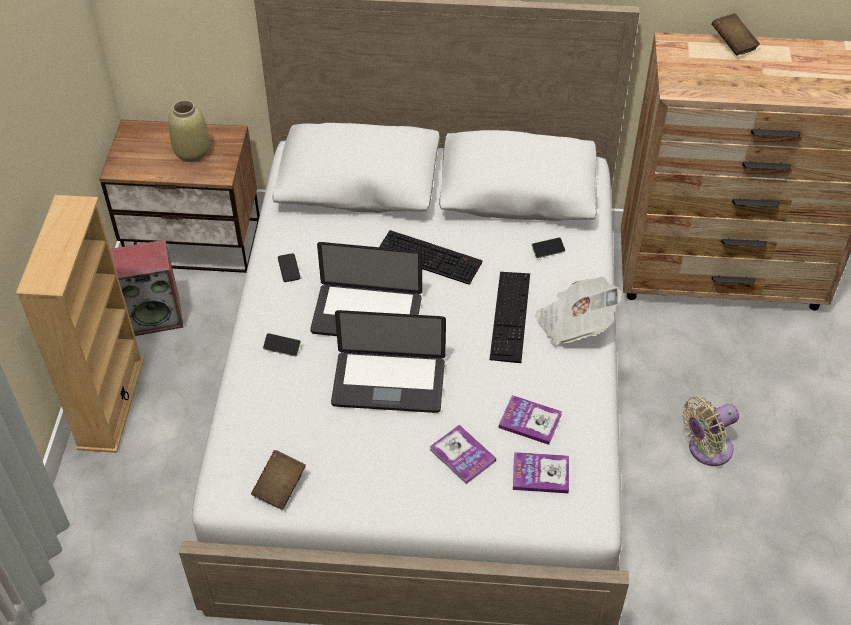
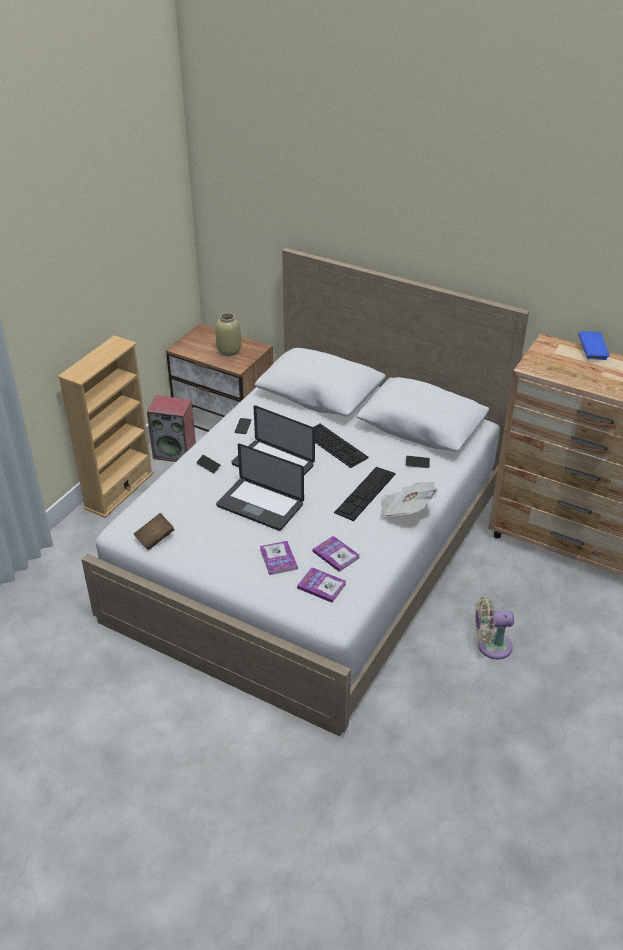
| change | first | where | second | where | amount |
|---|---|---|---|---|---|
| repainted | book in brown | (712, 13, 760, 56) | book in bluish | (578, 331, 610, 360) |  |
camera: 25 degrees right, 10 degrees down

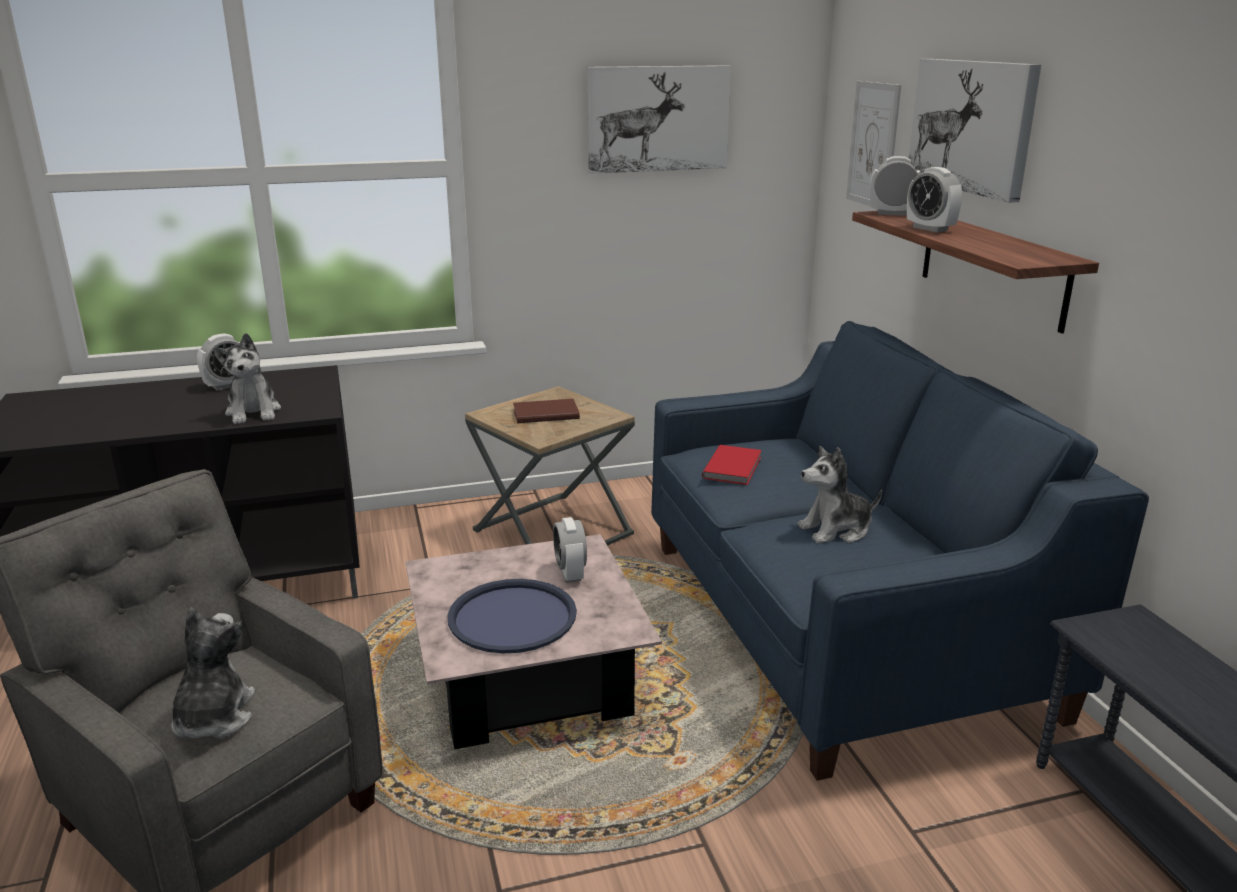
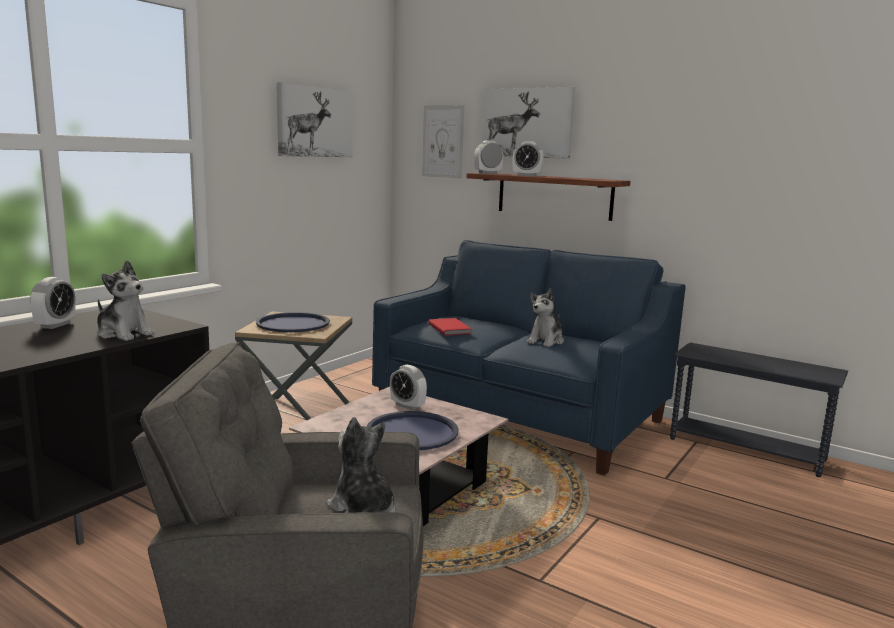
| change | first | where | second | where | amount |
|---|---|---|---|---|---|
| swapped | book in brown | (513, 399, 580, 423) | serving tray in bluish | (256, 312, 330, 332) |  |
camera: 40 degrees left, 10 degrees down

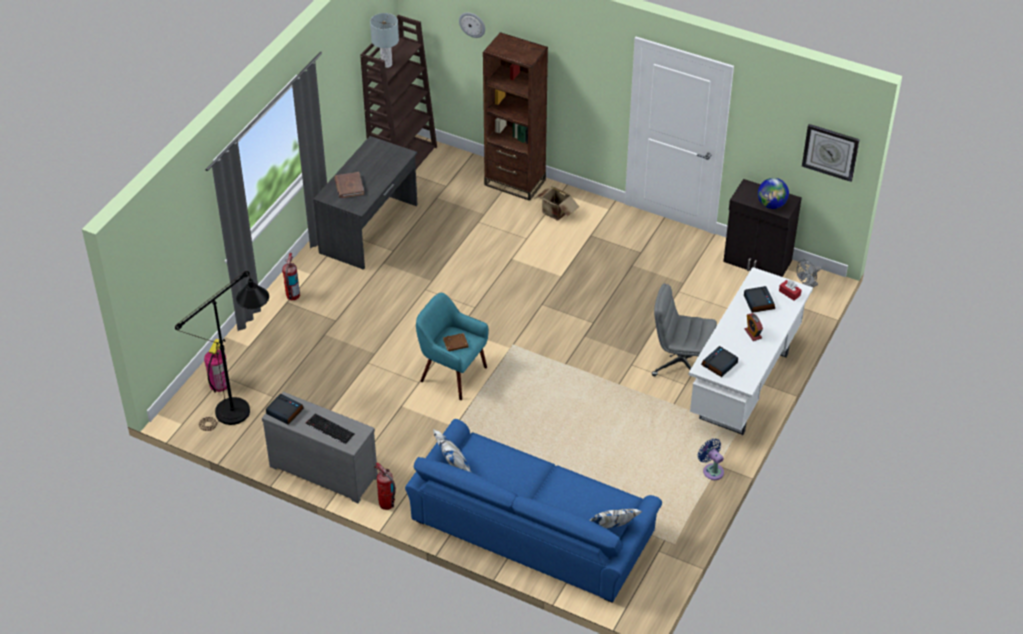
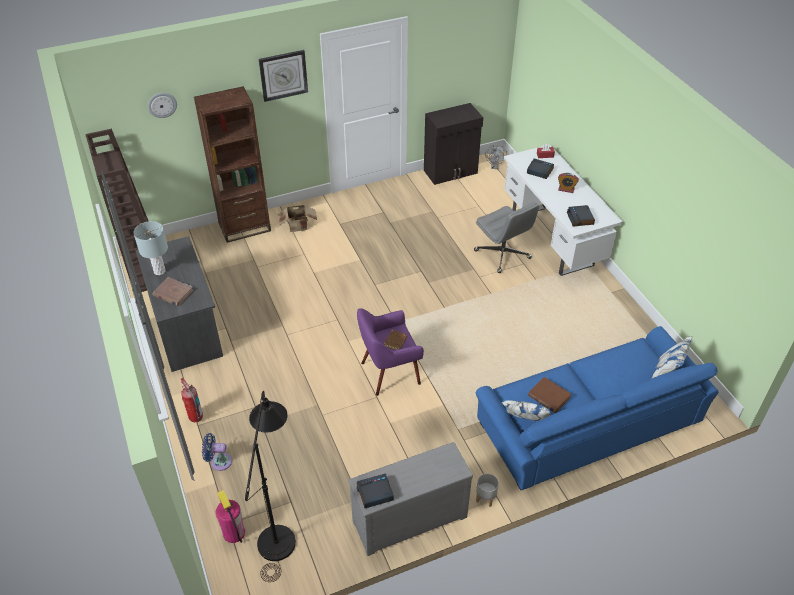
| change | first | where | second | where | amount |
|---|---|---|---|---|---|
| gone | keyboard | (306, 413, 355, 444) |  |  |  |
| gone | world globe | (758, 178, 789, 209) |  |  |  |
| new |  |  | book in brown | (528, 377, 571, 413) |  |
| shifted | lamp for a table in greyish | (370, 13, 399, 68) |  | (134, 221, 168, 275) |  |
| shifted | fan in bluish | (698, 438, 724, 480) |  | (202, 433, 232, 471) |  |
| shifted | clock on the wall | (802, 124, 860, 182) |  | (259, 50, 308, 102) |  |
| swapped | extinguisher | (375, 462, 396, 510) | plant pot in greyish | (476, 474, 499, 507) |  |
| repainted | easy chair in turquoise | (416, 293, 489, 400) | easy chair in purple | (357, 308, 424, 396) |  |
| rotated | desk chair in greyish | (652, 283, 717, 376) |  | (474, 202, 539, 273) | 90 degrees counterclockwise |
camera: 50 degrees left, 0 degrees up

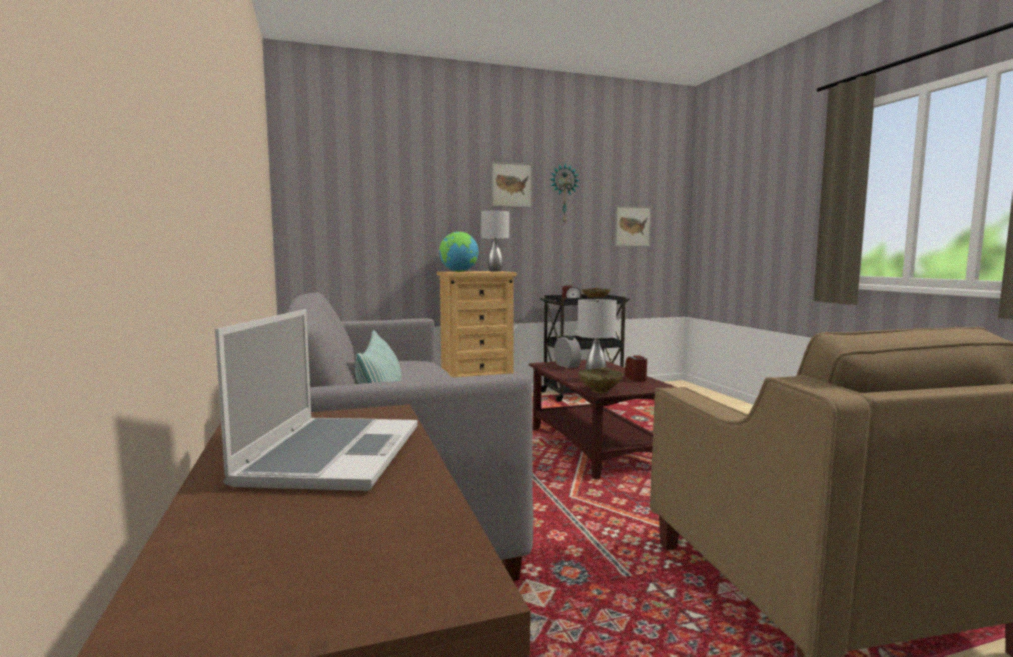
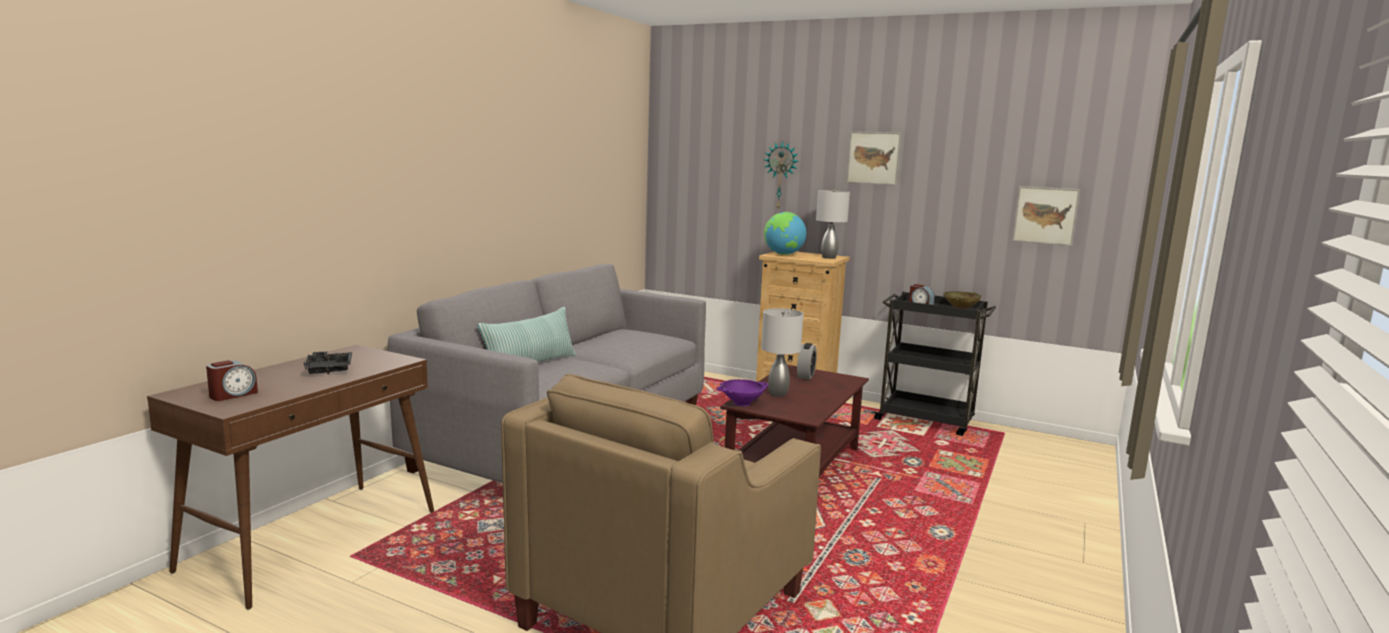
| change | first | where | second | where | amount |
|---|---|---|---|---|---|
| shifted | clock on the wall | (550, 163, 580, 223) |  | (764, 141, 799, 209) |  |
| shifted | table clock | (625, 355, 647, 382) |  | (206, 360, 258, 401) |  |
| swapped | notebook computer | (215, 309, 418, 491) | serving tray in black | (303, 351, 352, 374) |  |
| repainted | serving bowl in beige-coloured | (578, 368, 624, 393) | serving bowl in purple | (716, 379, 768, 406) |  |
camera: 45 degrees right, 5 degrees up

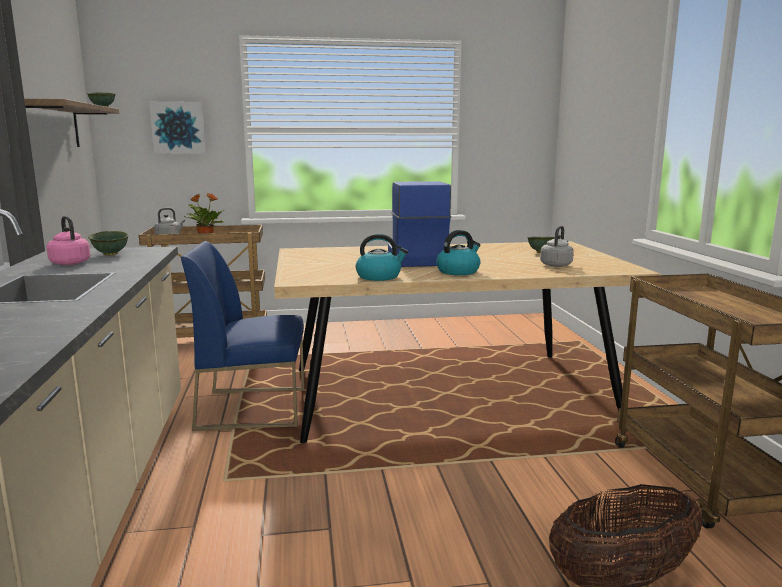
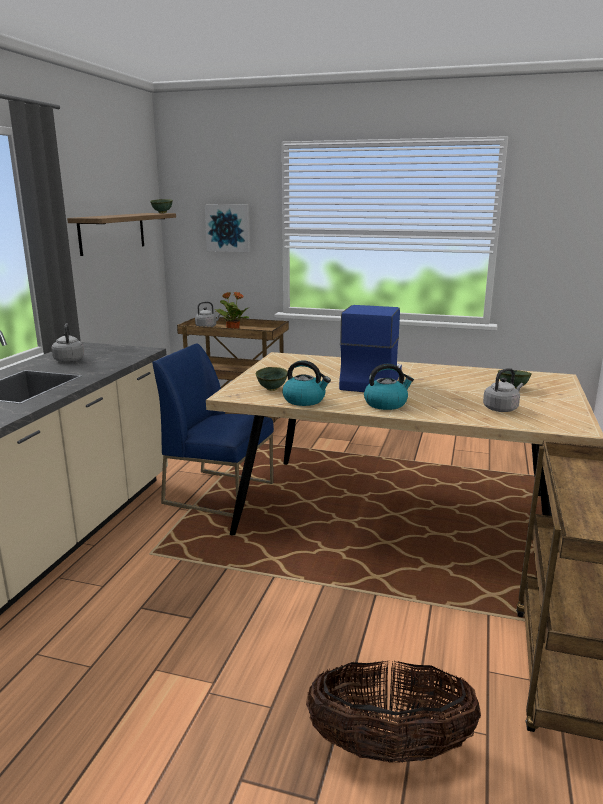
| change | first | where | second | where | amount |
|---|---|---|---|---|---|
| shifted | serving bowl in greenish | (88, 231, 129, 256) |  | (256, 367, 287, 391) |  |
| repainted | water kettle in pink-coloured | (46, 216, 90, 265) | water kettle in greyish | (52, 323, 84, 362) |  |
camera: 25 degrees right, 5 degrees up

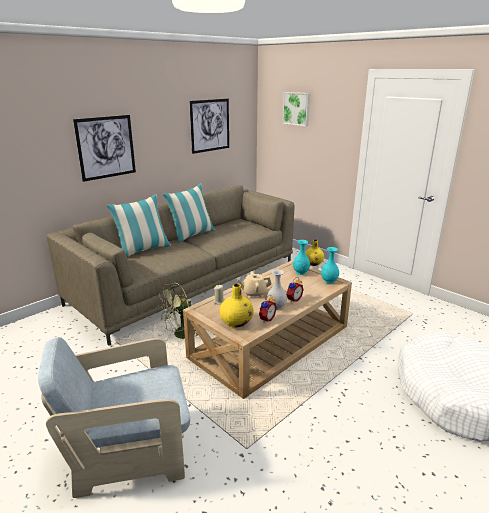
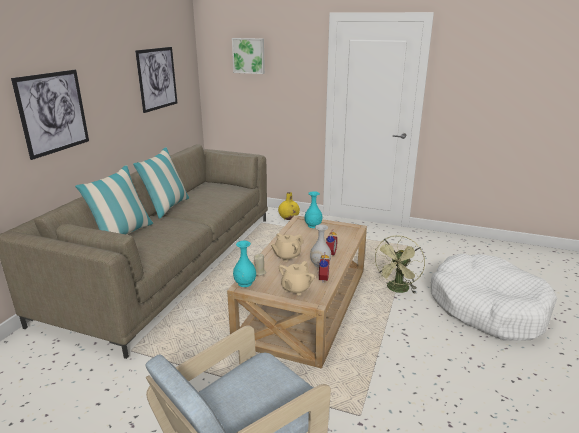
| change | first | where | second | where | amount |
|---|---|---|---|---|---|
| shifted | fan in greenish | (158, 283, 199, 339) |  | (374, 235, 425, 294) |  |
| shifted | decorative vase in turquoise | (321, 247, 339, 284) |  | (233, 241, 256, 287) |  |
| swapped | decorative vase in yellowish | (220, 284, 254, 327) | teapot in beige-coloured | (279, 261, 315, 295) |  |
camera: 25 degrees left, 0 degrees up

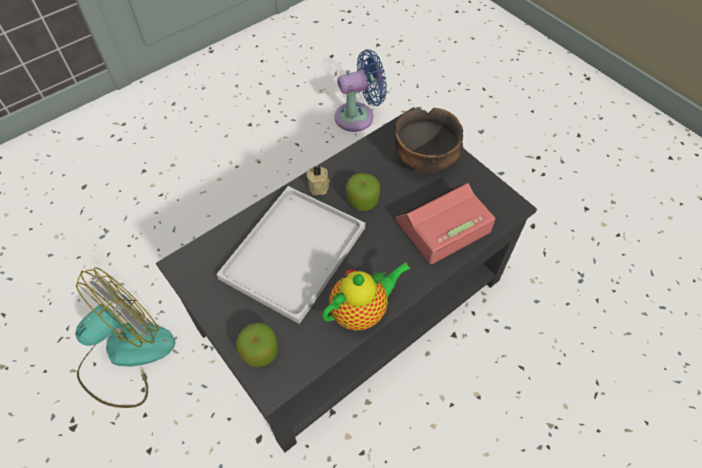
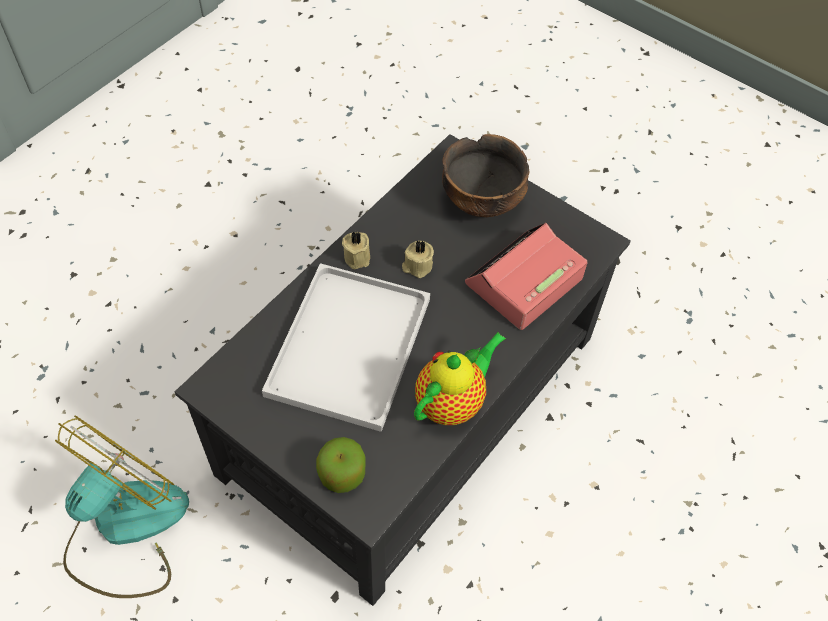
| change | first | where | second | where | amount |
|---|---|---|---|---|---|
| gone | fan in bluish | (335, 49, 387, 132) |  |  |  |
| swapped | apple fruit | (346, 173, 380, 211) | candle in beige-coloured | (402, 241, 434, 278) |  |
camera: 15 degrees left, 0 degrees up

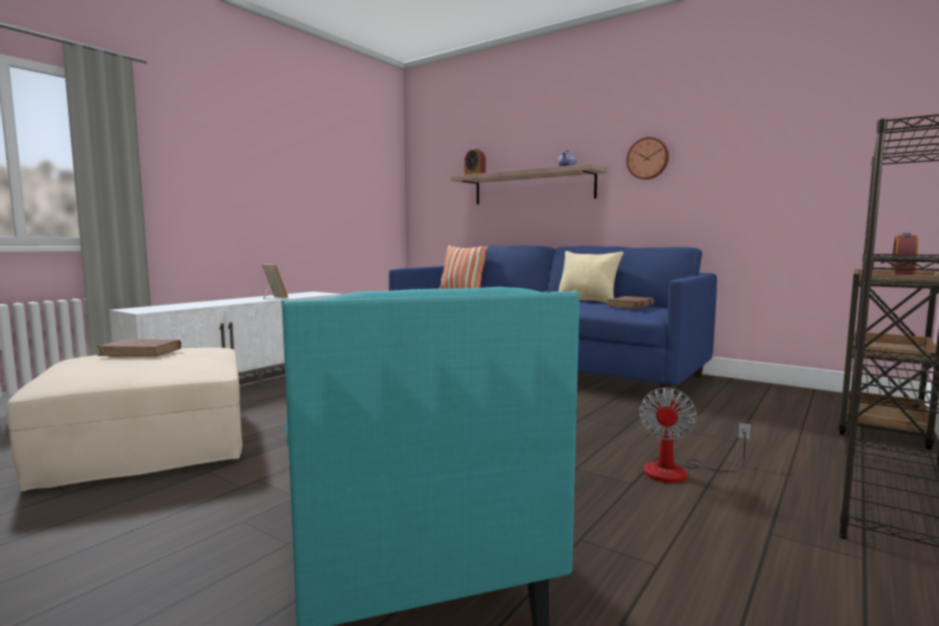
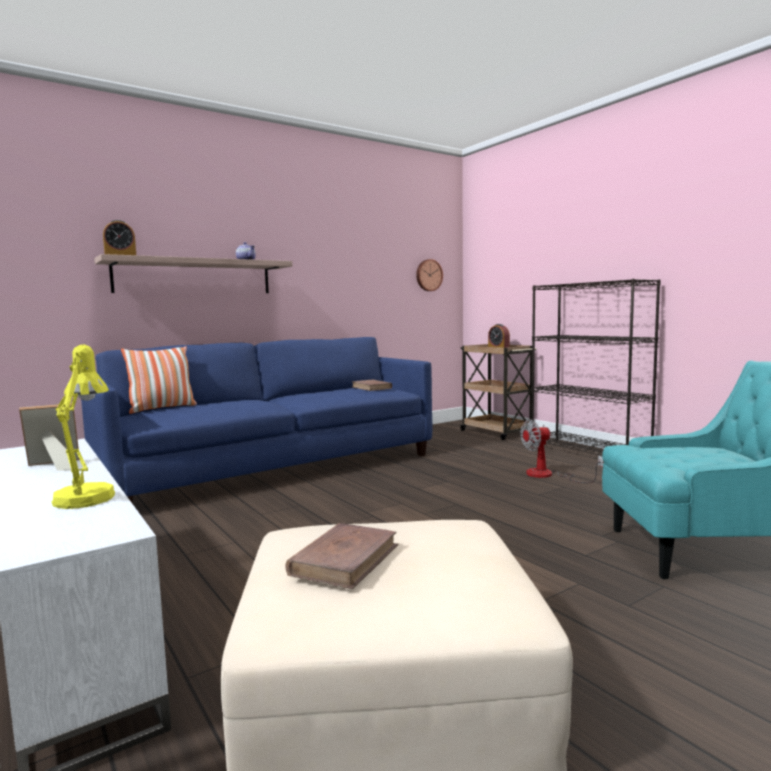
| change | first | where | second | where | amount |
|---|---|---|---|---|---|
| gone | pillow in beige-coloured | (559, 251, 624, 303) |  |  |  |
| new |  |  | lamp for a table in yellowish | (51, 344, 115, 509) |  |
| shifted | clock on the wall | (626, 137, 669, 180) |  | (416, 259, 443, 291) |  |
| rotated | fan | (639, 387, 751, 483) |  | (520, 419, 603, 483) | 120 degrees clockwise |
camera: 70 degrees left, 0 degrees up

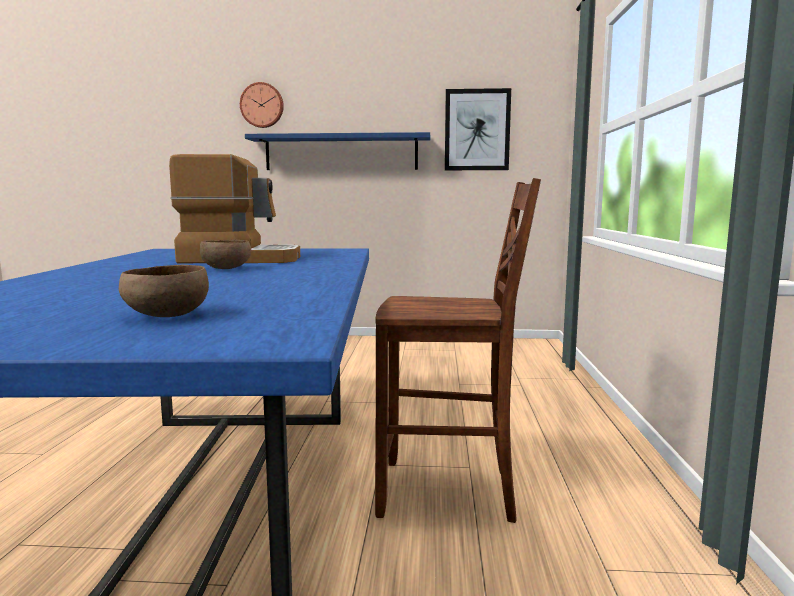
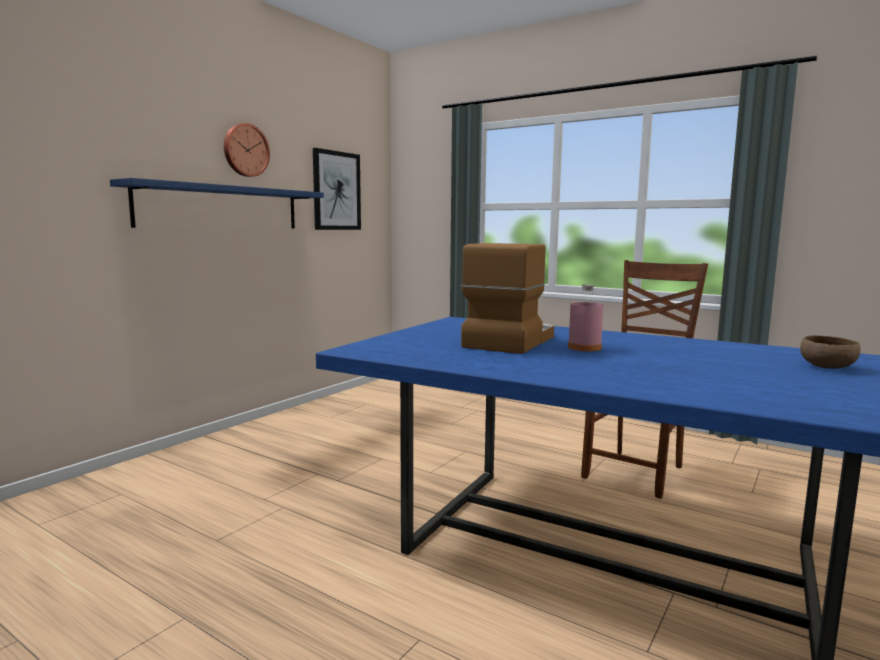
| change | first | where | second | where | amount |
|---|---|---|---|---|---|
| shifted | clock on the wall | (240, 82, 284, 128) |  | (224, 123, 270, 177) |  |
| swapped | serving bowl in brown | (200, 240, 251, 269) | beverage bottle in pink-coloured | (568, 285, 603, 351) |  |
camera: 60 degrees left, 0 degrees up

